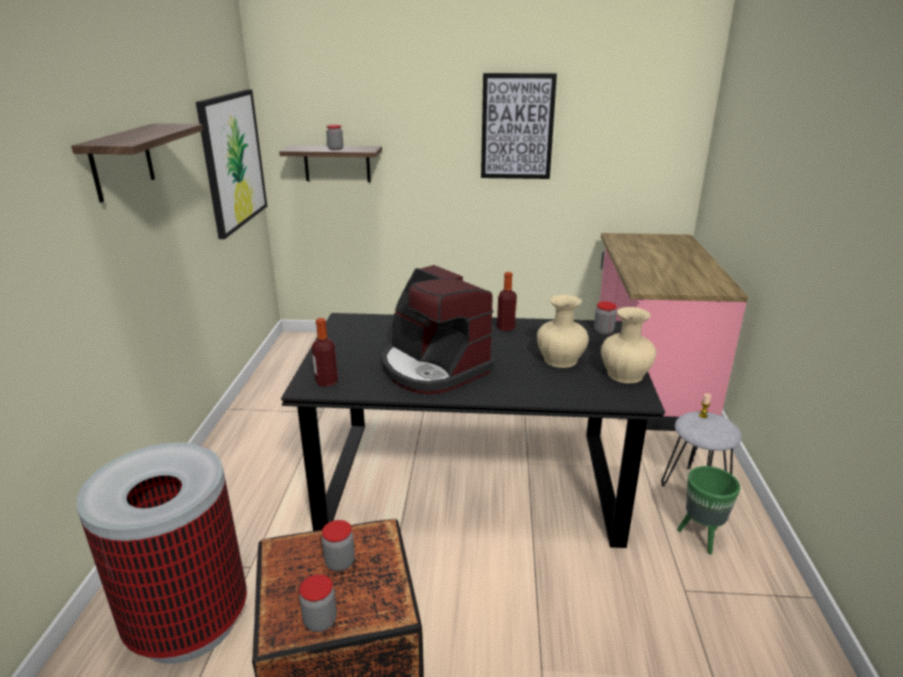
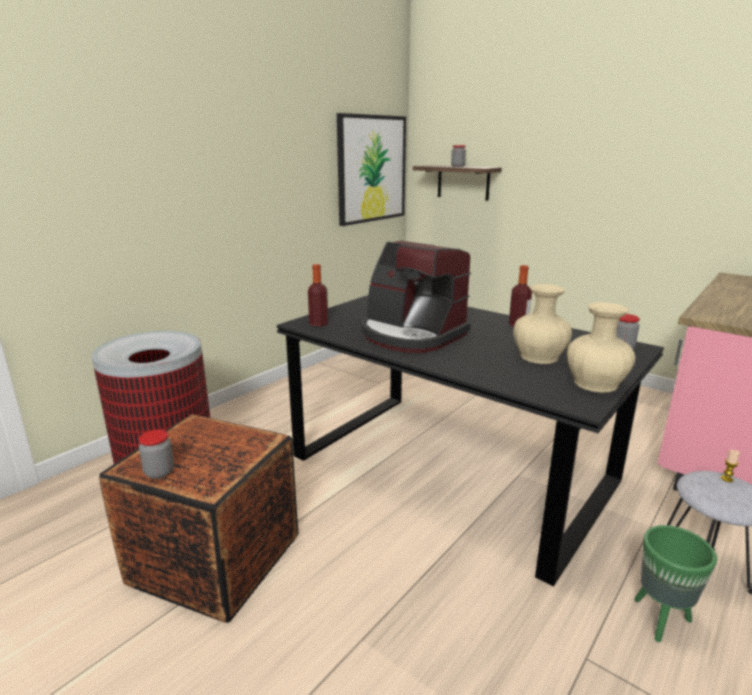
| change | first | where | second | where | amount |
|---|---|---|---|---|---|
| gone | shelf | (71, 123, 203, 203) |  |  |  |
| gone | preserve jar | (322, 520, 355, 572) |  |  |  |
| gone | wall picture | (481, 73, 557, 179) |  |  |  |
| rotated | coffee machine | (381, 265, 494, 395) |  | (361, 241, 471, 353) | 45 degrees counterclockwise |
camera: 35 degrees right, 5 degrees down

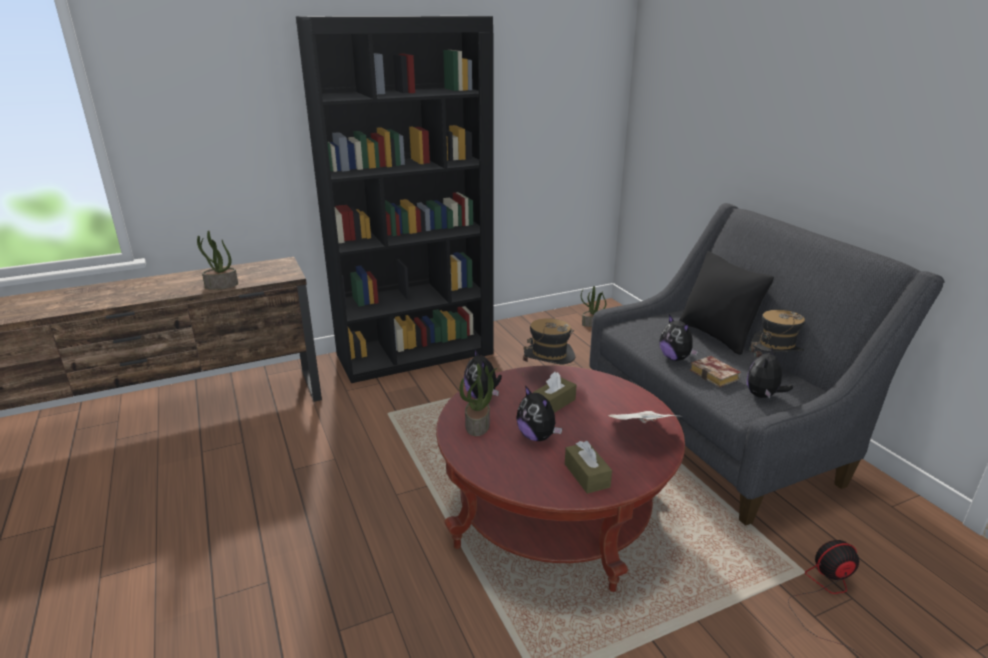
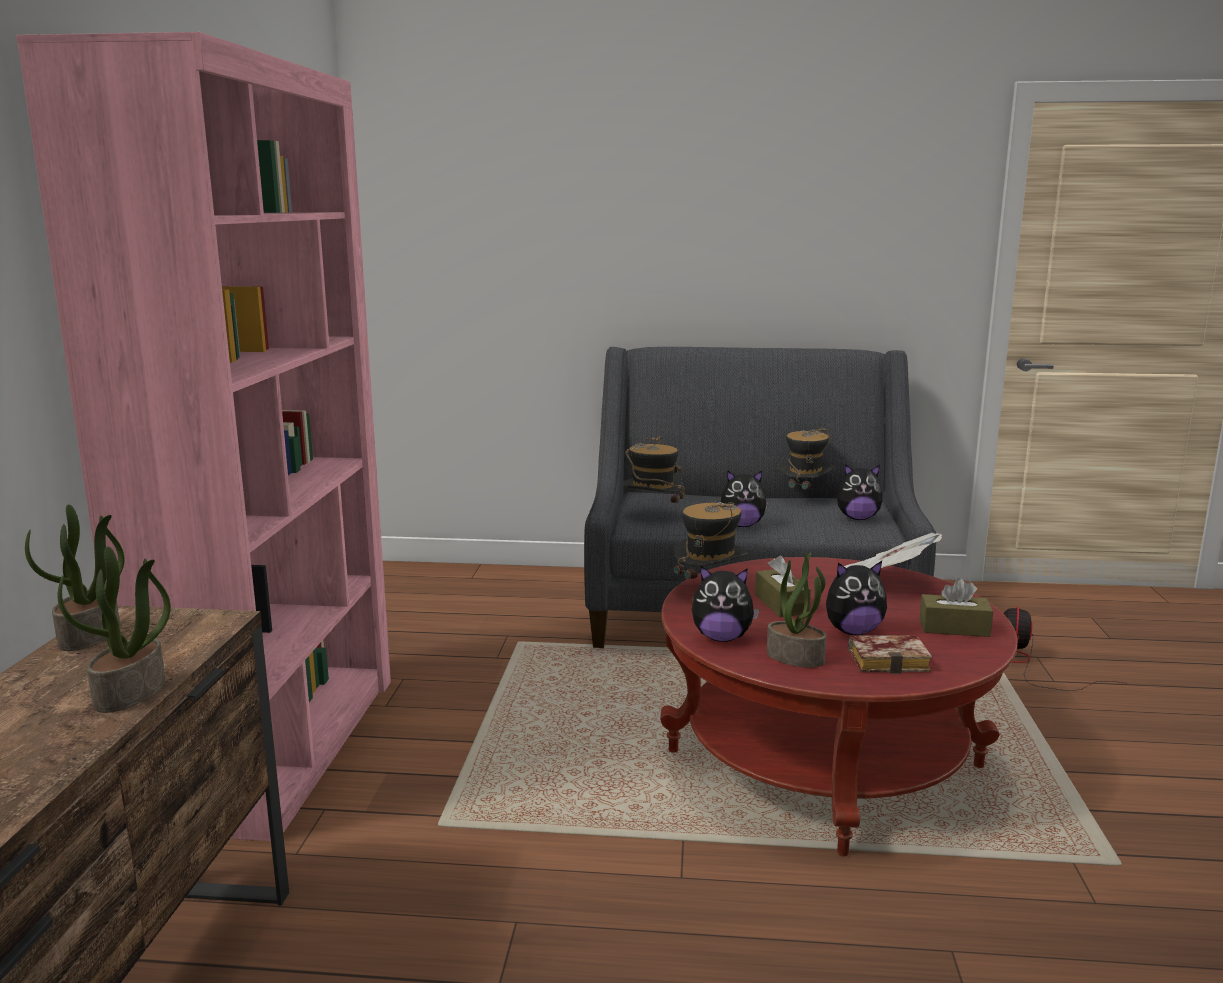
| change | first | where | second | where | amount |
|---|---|---|---|---|---|
| gone | pillow in black | (679, 251, 774, 355) |  |  |  |
| new |  |  | wearable hat | (622, 436, 685, 503) |  |
| shifted | plant in a pot | (581, 286, 606, 327) |  | (25, 504, 125, 651) |  |
| shifted | book | (690, 356, 741, 388) |  | (848, 635, 932, 674) |  |
| repainted | shelving unit in black | (296, 16, 494, 383) | shelving unit in pink-coloured | (16, 32, 391, 841) |  |
| rotated | soft toy | (747, 348, 793, 398) |  | (837, 464, 884, 520) | 60 degrees counterclockwise |
camera: 60 degrees left, 10 degrees down

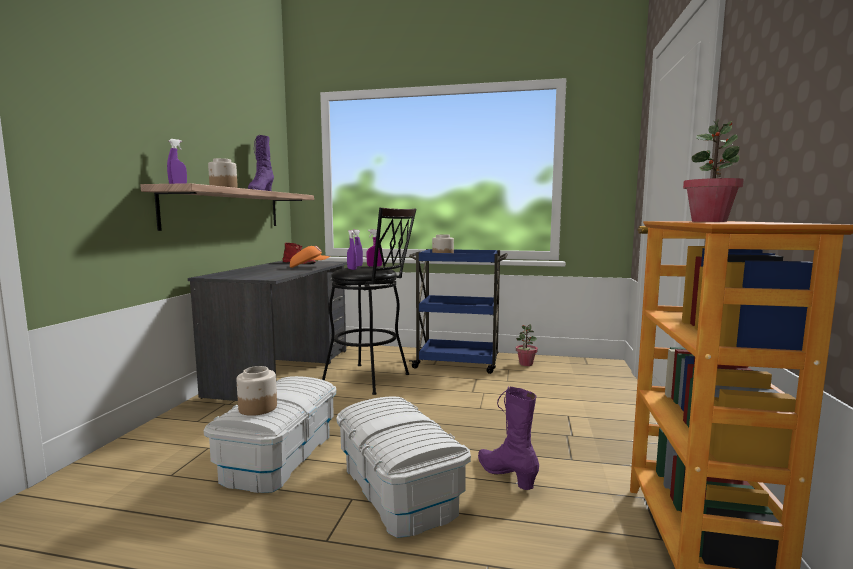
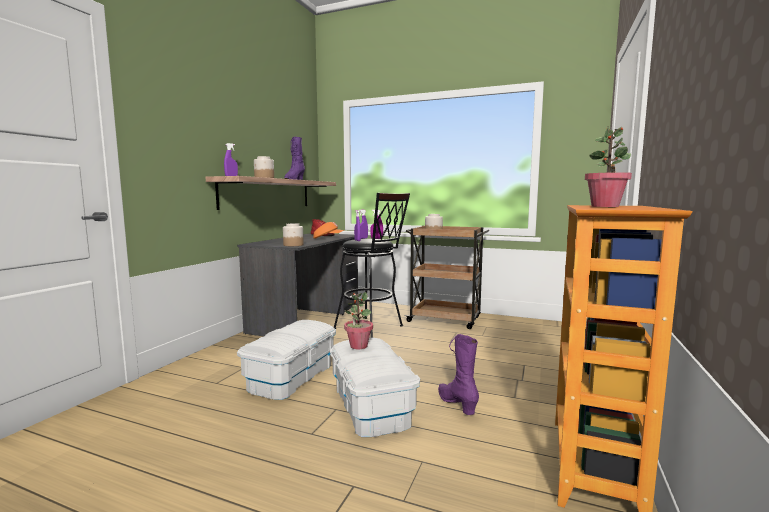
| change | first | where | second | where | amount |
|---|---|---|---|---|---|
| shifted | preserve jar | (237, 366, 277, 416) |  | (283, 223, 304, 246) |  |
| shifted | plant in a pot | (516, 324, 538, 366) |  | (344, 292, 373, 349) |  |
| repainted | wheeled cart in bluish | (409, 249, 508, 374) | wheeled cart in brown | (404, 226, 489, 329) |  |
camera: 10 degrees right, 0 degrees up

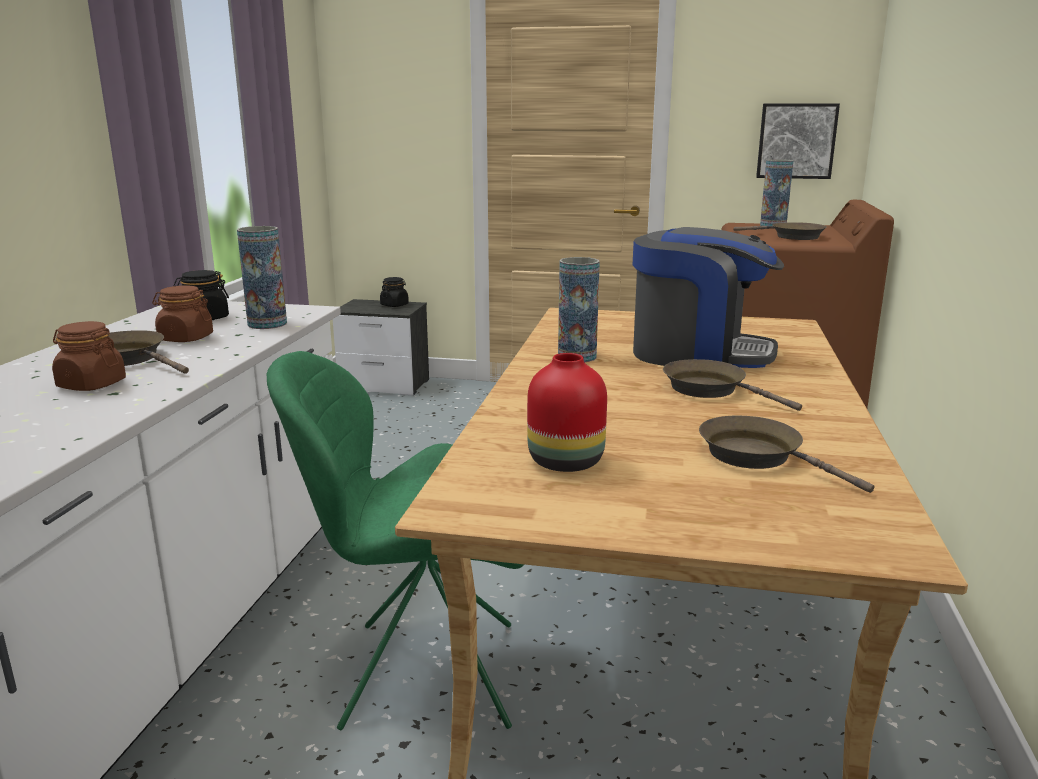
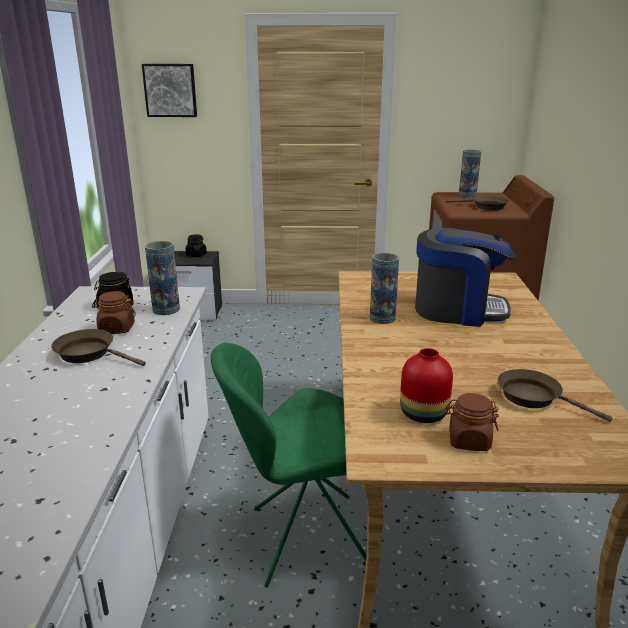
| change | first | where | second | where | amount |
|---|---|---|---|---|---|
| gone | frying pan in brown | (663, 359, 802, 411) |  |  |  |
| shifted | preserve jar in brown | (52, 321, 126, 391) |  | (446, 393, 499, 451) |  |
| shifted | wall picture | (756, 104, 840, 179) |  | (142, 64, 197, 117) |  |
camera: 10 degrees left, 5 degrees up

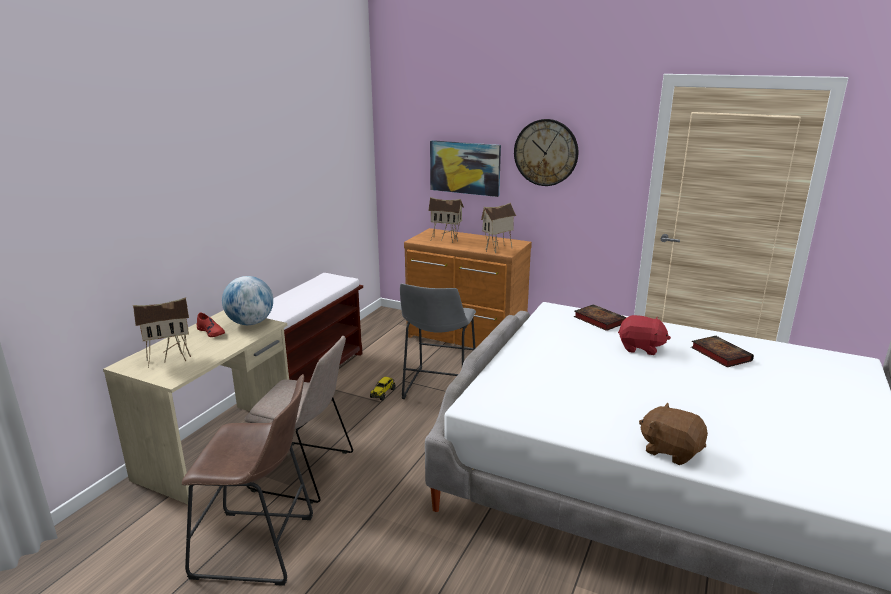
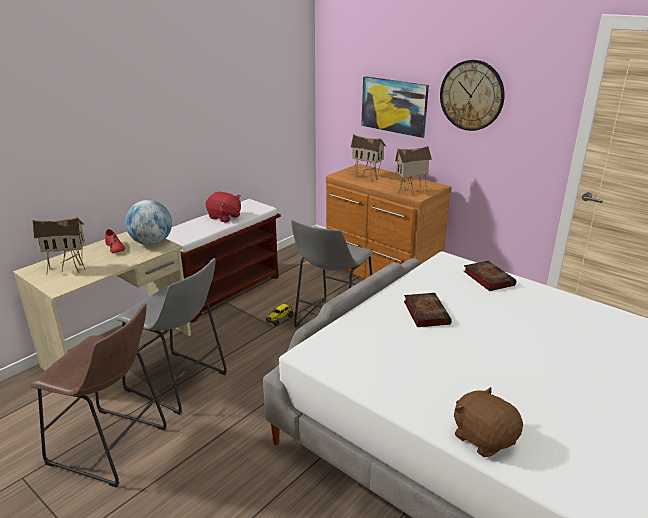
| change | first | where | second | where | amount |
|---|---|---|---|---|---|
| shifted | soft toy in red-coloured | (618, 315, 671, 355) |  | (206, 192, 241, 222) |  |
| shifted | book | (691, 336, 754, 367) |  | (404, 293, 452, 327) |  |
| swapped | plain chair in beige-coloured | (244, 336, 353, 504) | stool seat in greyish | (116, 258, 227, 415) |  |
camera: 15 degrees right, 5 degrees up

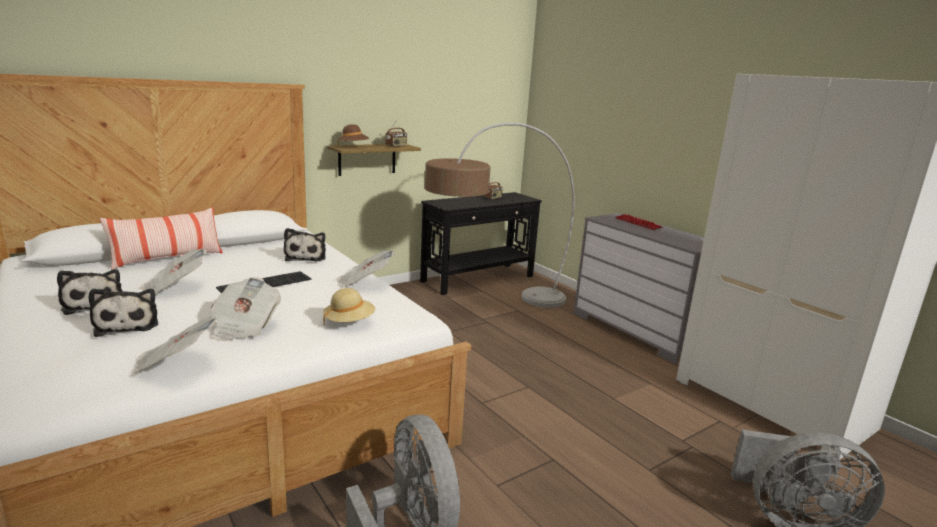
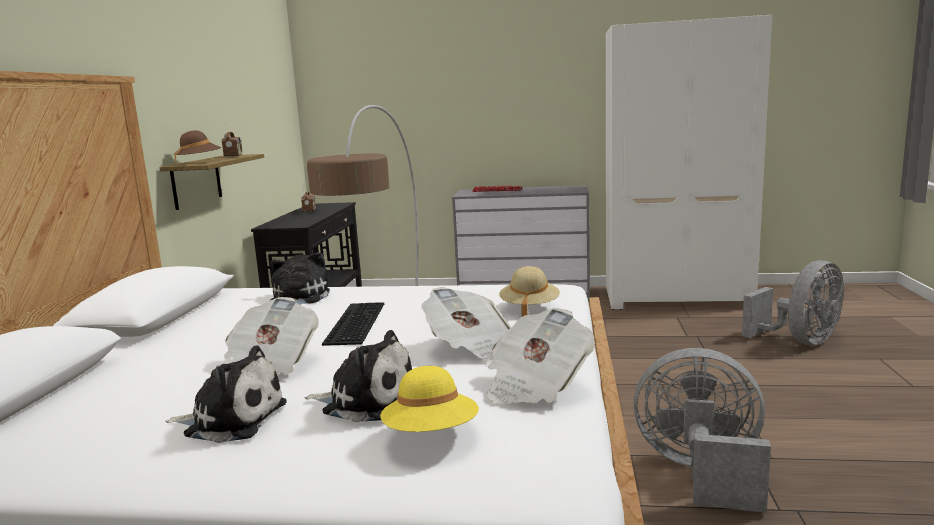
| change | first | where | second | where | amount |
|---|---|---|---|---|---|
| gone | pillow | (100, 207, 223, 270) |  |  |  |
| gone | newspaper | (336, 250, 395, 287) |  |  |  |
| new |  |  | wearable hat in yellowish | (380, 366, 479, 432) |  |
| rotated | soft toy | (284, 228, 326, 262) |  | (270, 252, 330, 305) | 120 degrees counterclockwise |
camera: 45 degrees left, 5 degrees down

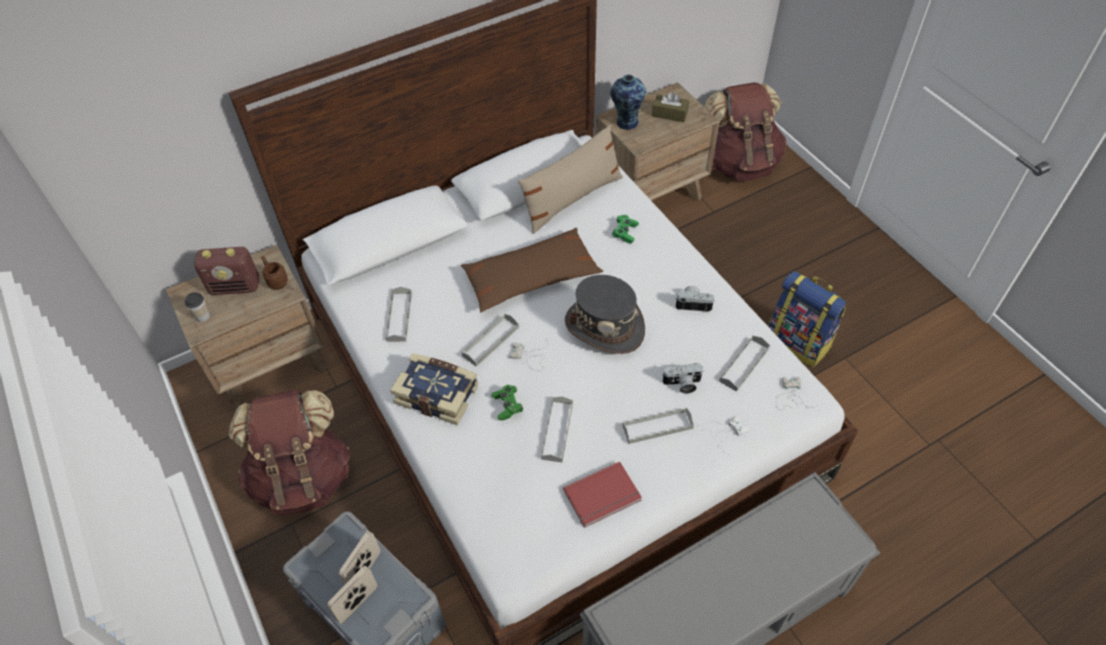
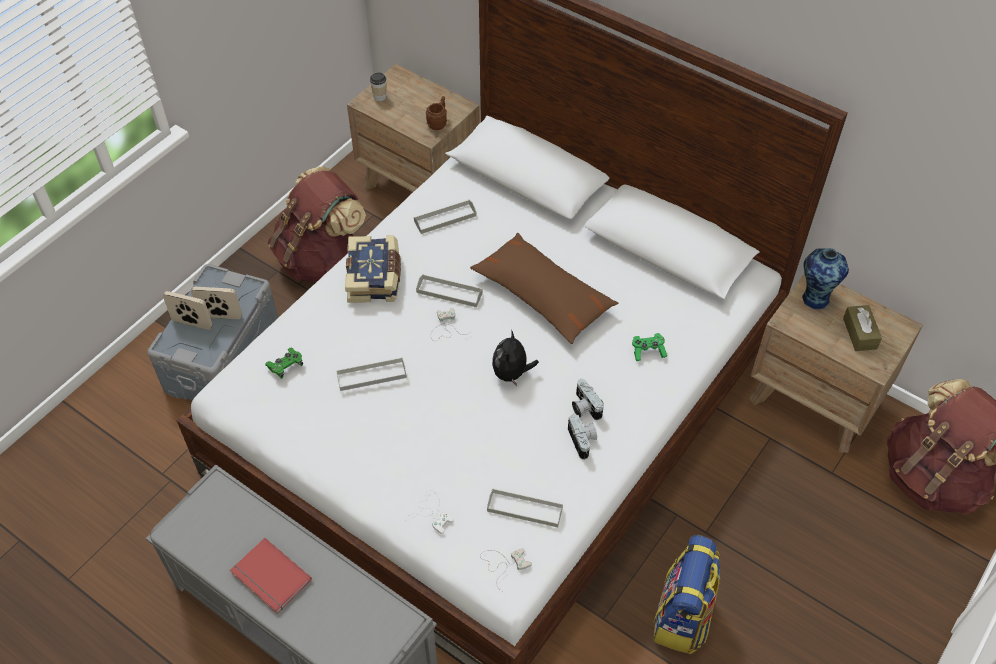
| change | first | where | second | where | amount |
|---|---|---|---|---|---|
| gone | radio set | (194, 247, 259, 295) |  |  |  |
| gone | pillow in beige-coloured | (518, 124, 623, 234) |  |  |  |
| gone | serving tray in greyish | (622, 408, 694, 444) |  |  |  |
| shifted | game controller in greenish | (491, 385, 523, 421) |  | (265, 348, 303, 379) |  |
| shifted | book in red-coloured | (563, 462, 642, 528) |  | (230, 538, 312, 614) |  |
| shifted | photo camera | (662, 363, 703, 394) |  | (572, 379, 604, 420) |  |
| swapped | wearable hat in greyish | (565, 275, 645, 354) | soft toy | (492, 331, 539, 386) |  |
camera: 65 degrees right, 0 degrees up

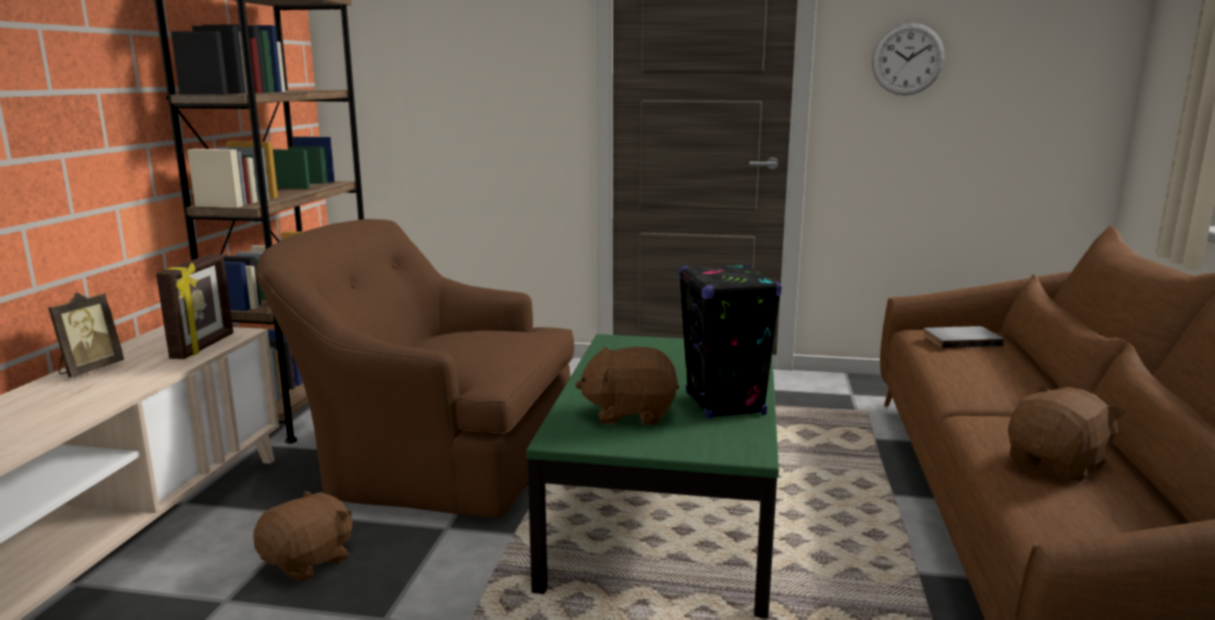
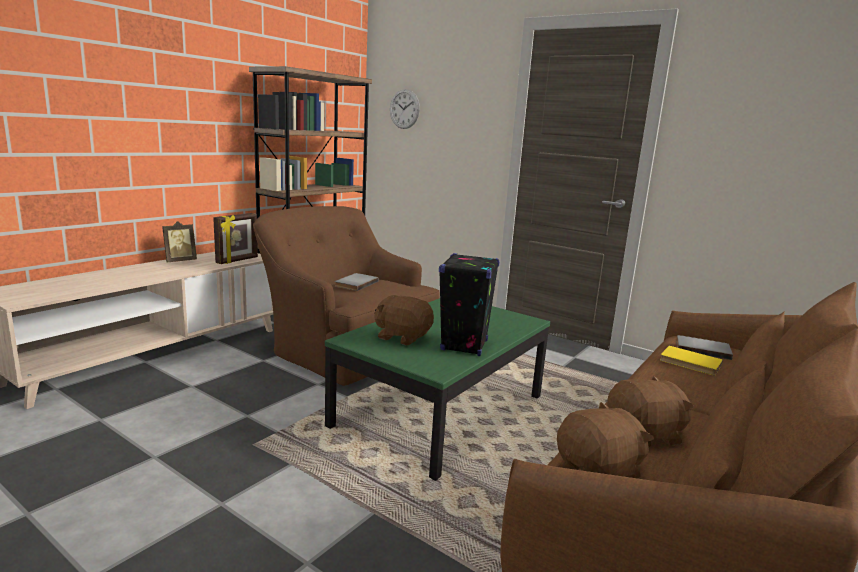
| change | first | where | second | where | amount |
|---|---|---|---|---|---|
| new |  |  | book in greyish | (335, 273, 379, 291) |  |
| new |  |  | book in yellowish | (660, 346, 723, 376) |  |
| shifted | soft toy in brown | (253, 490, 352, 582) |  | (557, 402, 654, 479) |  |
| shifted | clock on the wall | (872, 23, 944, 95) |  | (390, 89, 420, 129) |  |
camera: 25 degrees right, 0 degrees up

